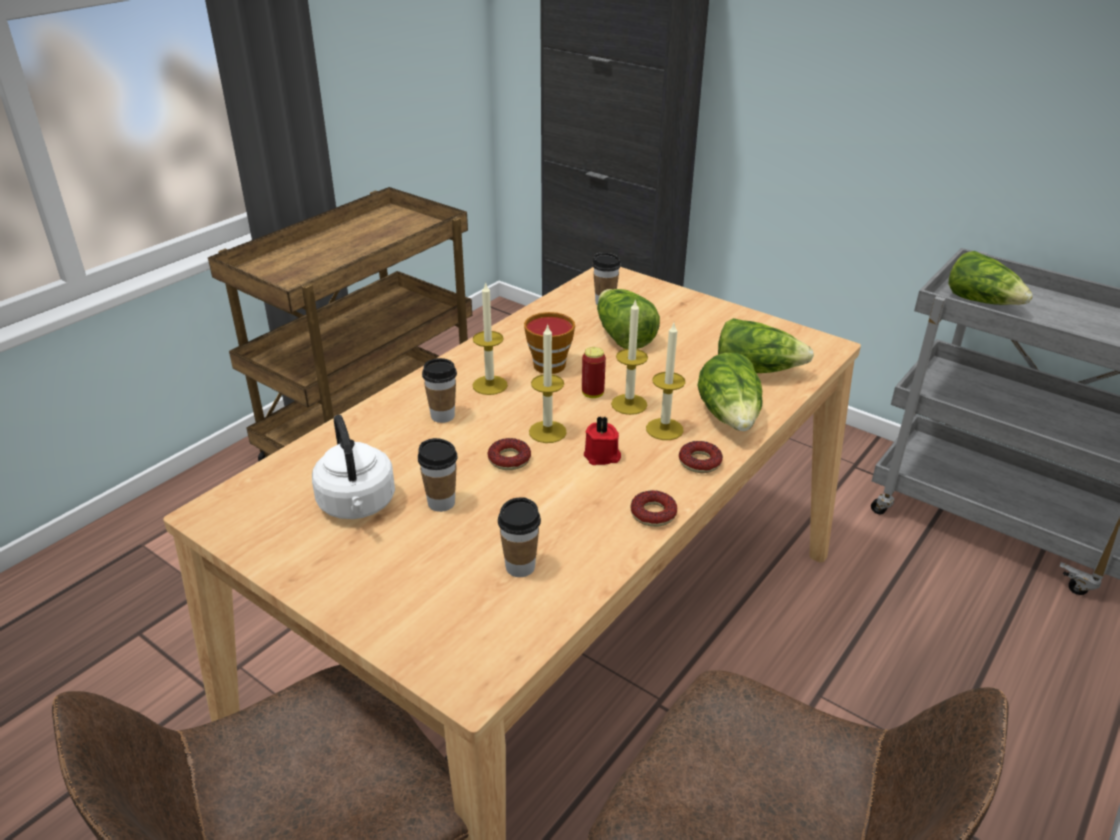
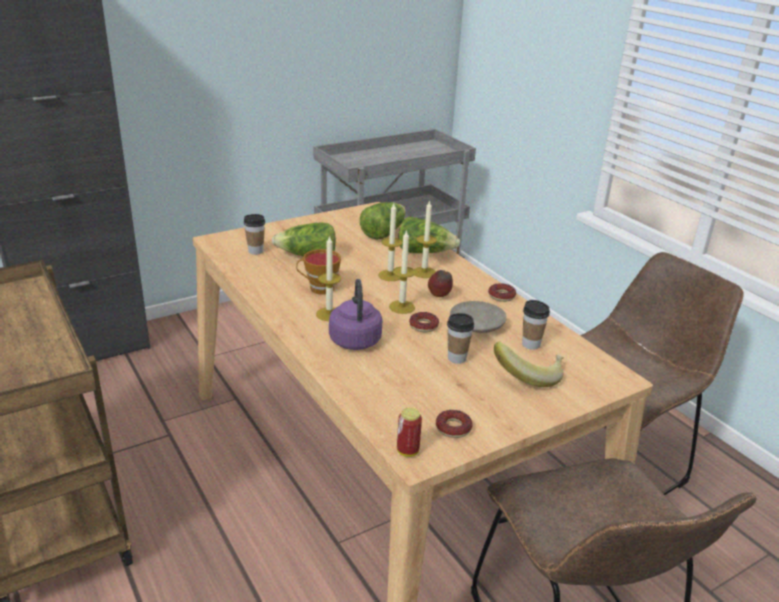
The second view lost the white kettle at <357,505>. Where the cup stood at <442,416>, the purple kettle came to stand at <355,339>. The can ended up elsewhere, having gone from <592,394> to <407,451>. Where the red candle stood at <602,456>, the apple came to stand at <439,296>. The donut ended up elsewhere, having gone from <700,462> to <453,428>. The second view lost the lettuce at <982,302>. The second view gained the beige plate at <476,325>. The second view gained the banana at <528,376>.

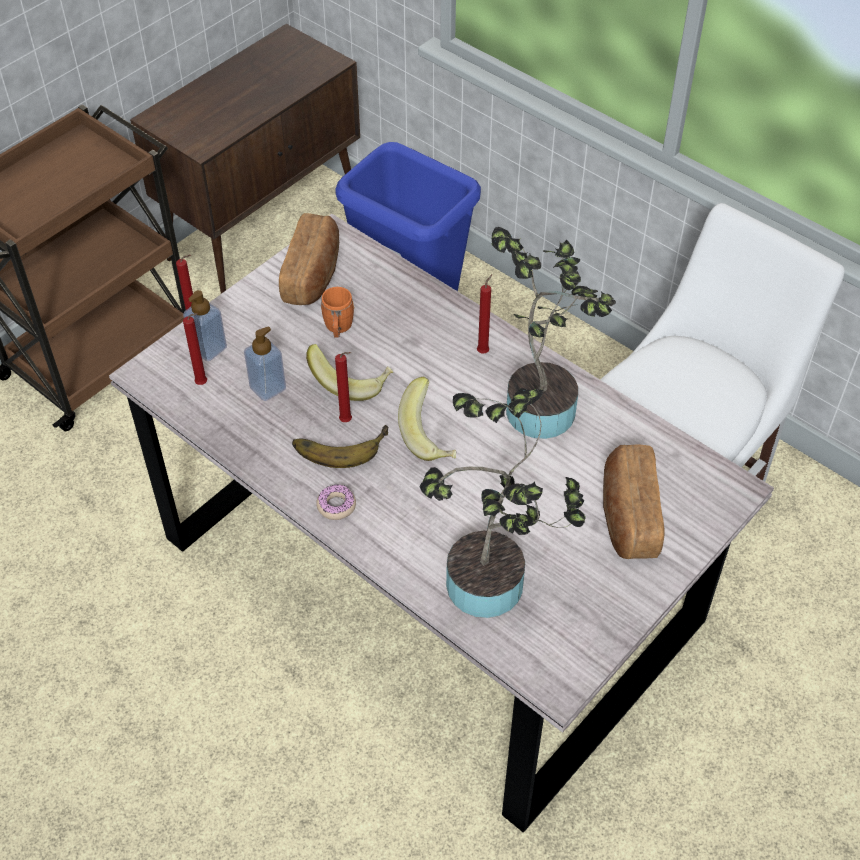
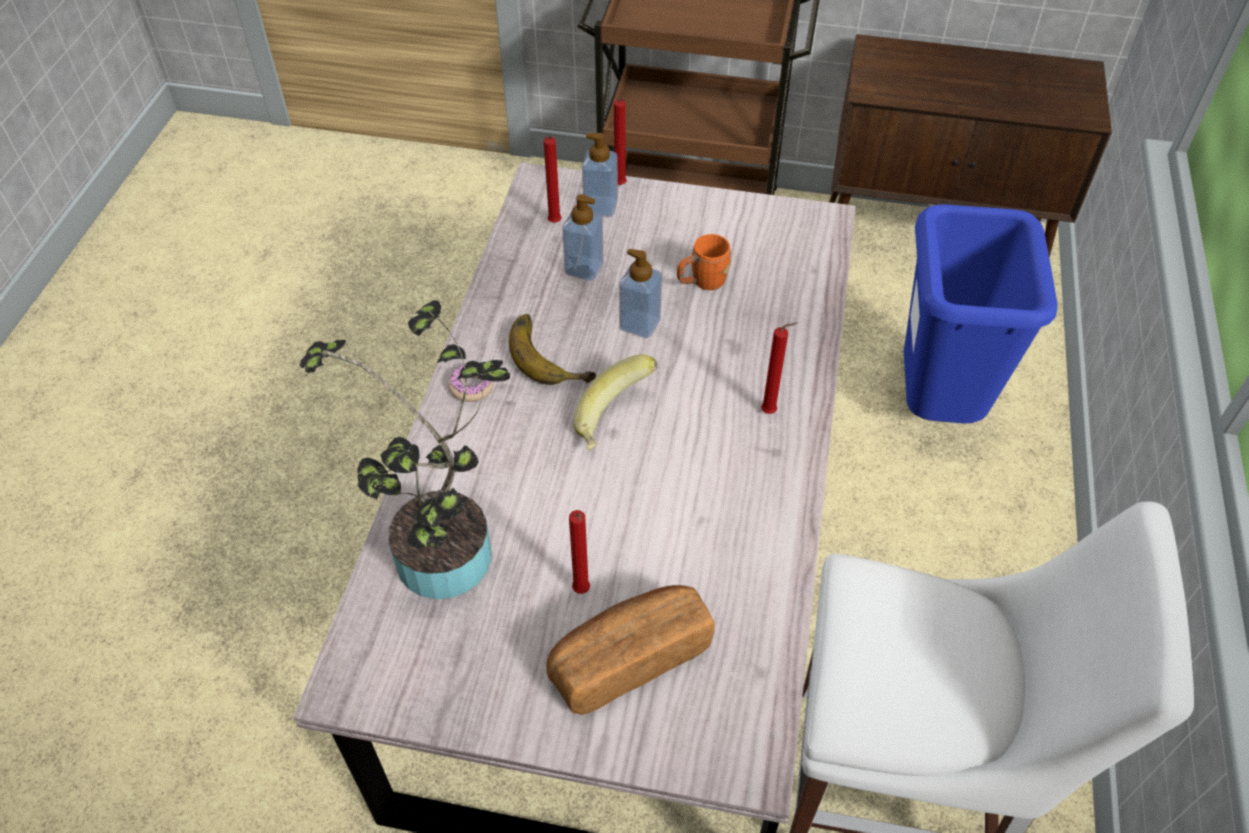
The second view lost the bread at <313,274>. Where the banana stood at <351,382>, the soap dispenser came to stand at <639,324>. The red candle ended up elsewhere, having gone from <347,421> to <581,592>. The second view lost the potted plant at <541,404>.

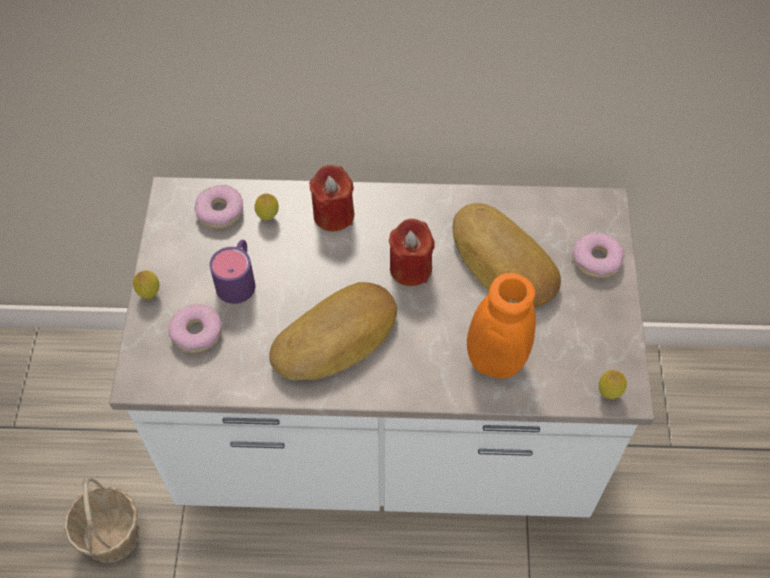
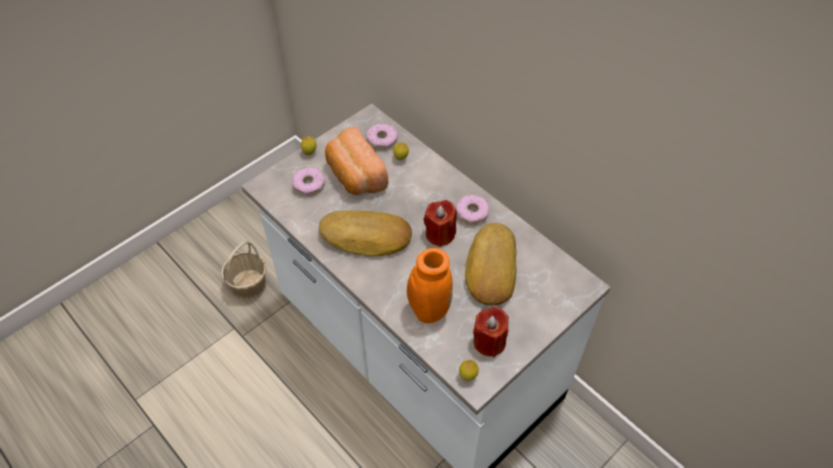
Where the purple mug stood at <238,279>, the bread came to stand at <354,176>. The red candle ended up elsewhere, having gone from <333,214> to <489,342>. The donut ended up elsewhere, having gone from <596,260> to <471,213>.

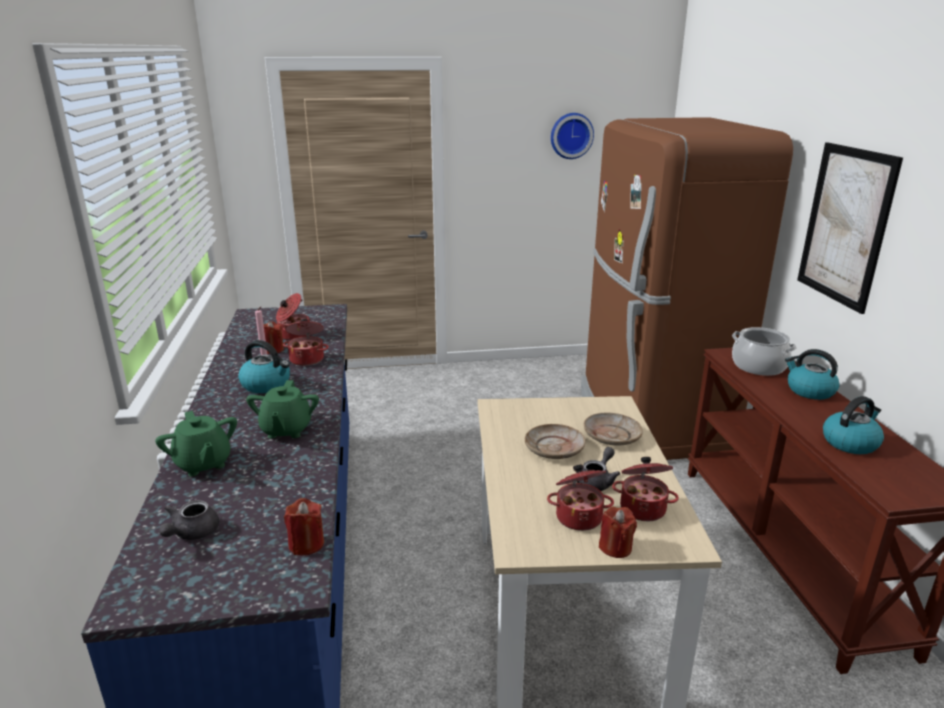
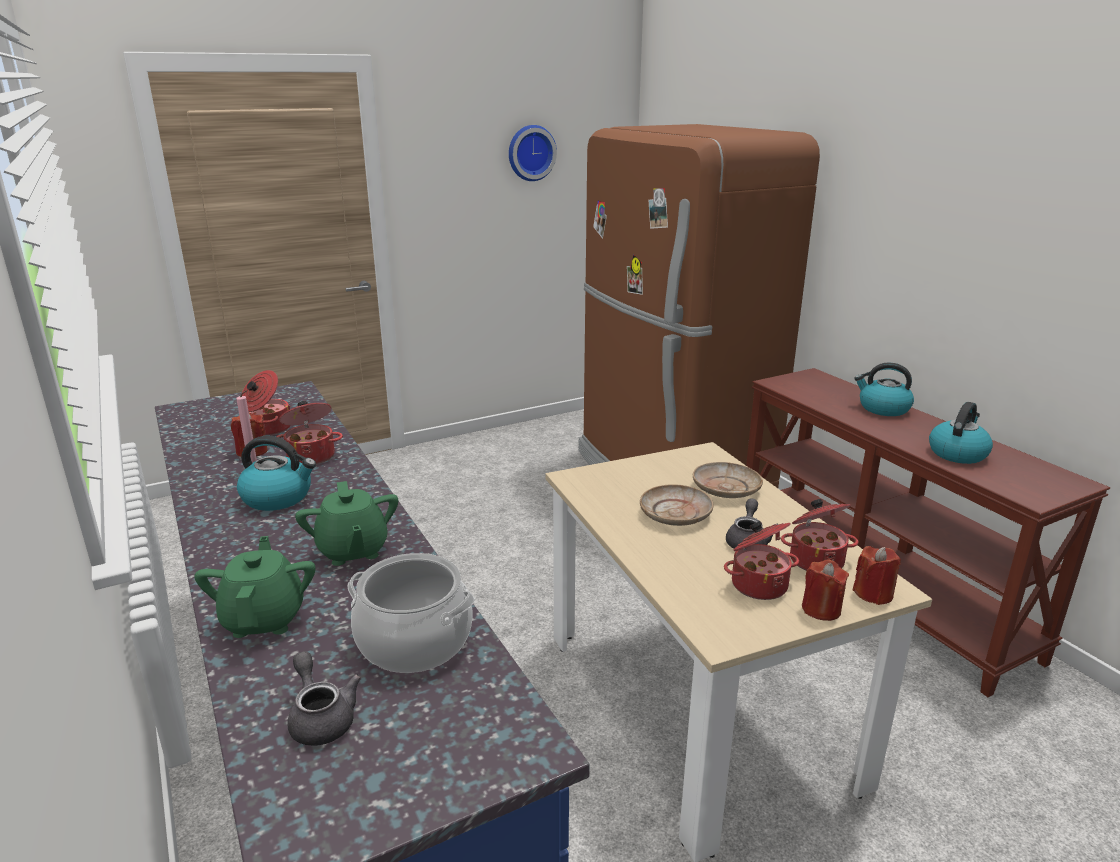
The green teapot at <203,464> ended up facing another way, 135 degrees counterclockwise from before. The grey teapot at <191,533> ended up facing another way, 150 degrees clockwise from before. The red candle ended up elsewhere, having gone from <306,544> to <873,593>. The cooking pot ended up elsewhere, having gone from <758,366> to <414,641>. The second view lost the picture at <845,225>.

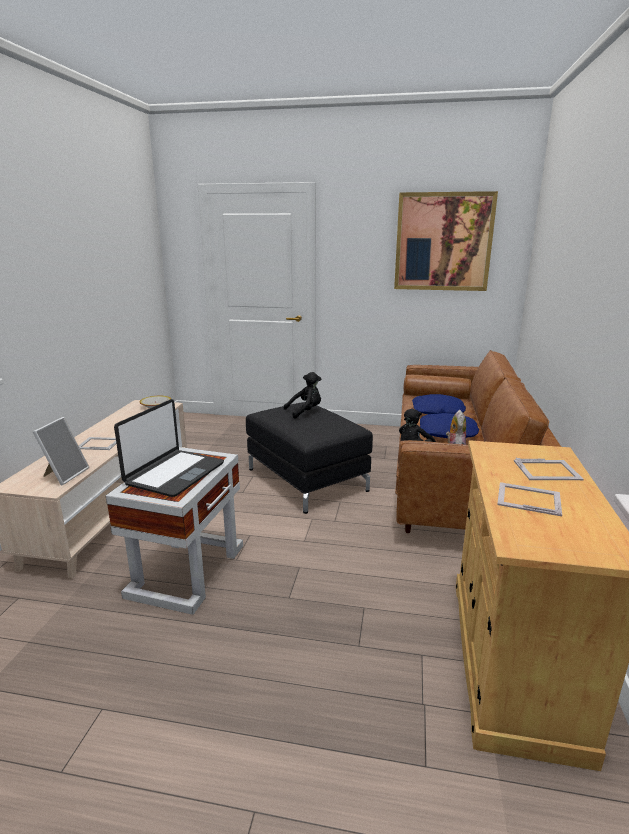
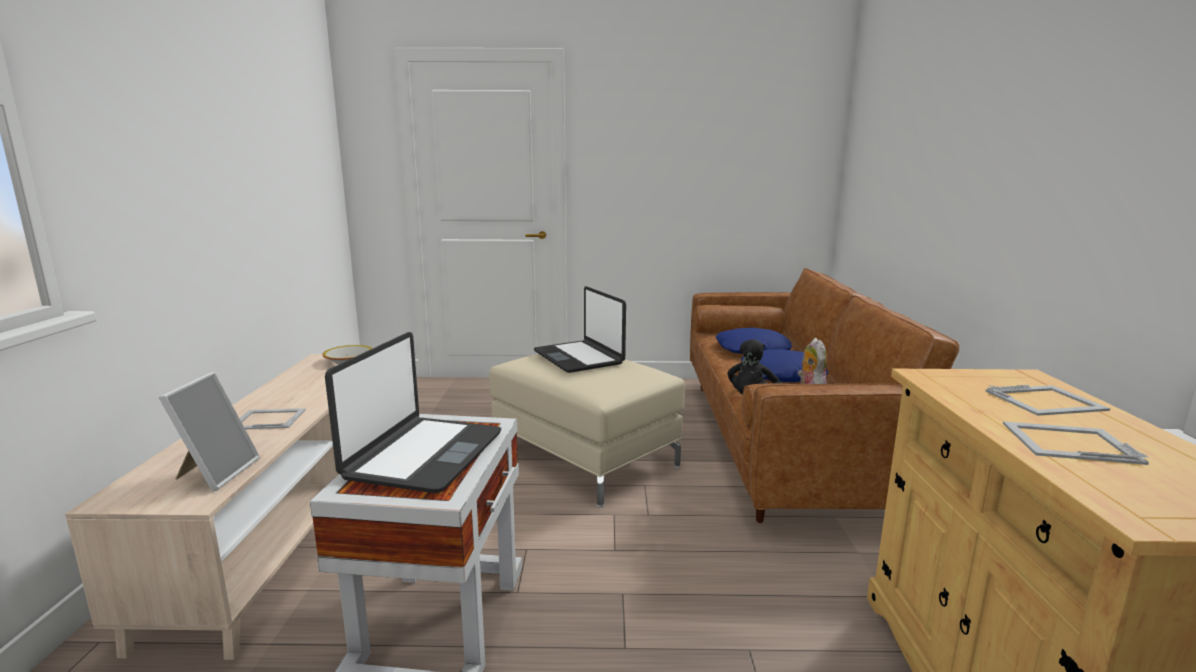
What was the black ottoman at <307,479> turned into the beige ottoman at <585,457>. Where the black plush toy stood at <305,411>, the laptop came to stand at <579,357>. The second view lost the picture at <443,242>.

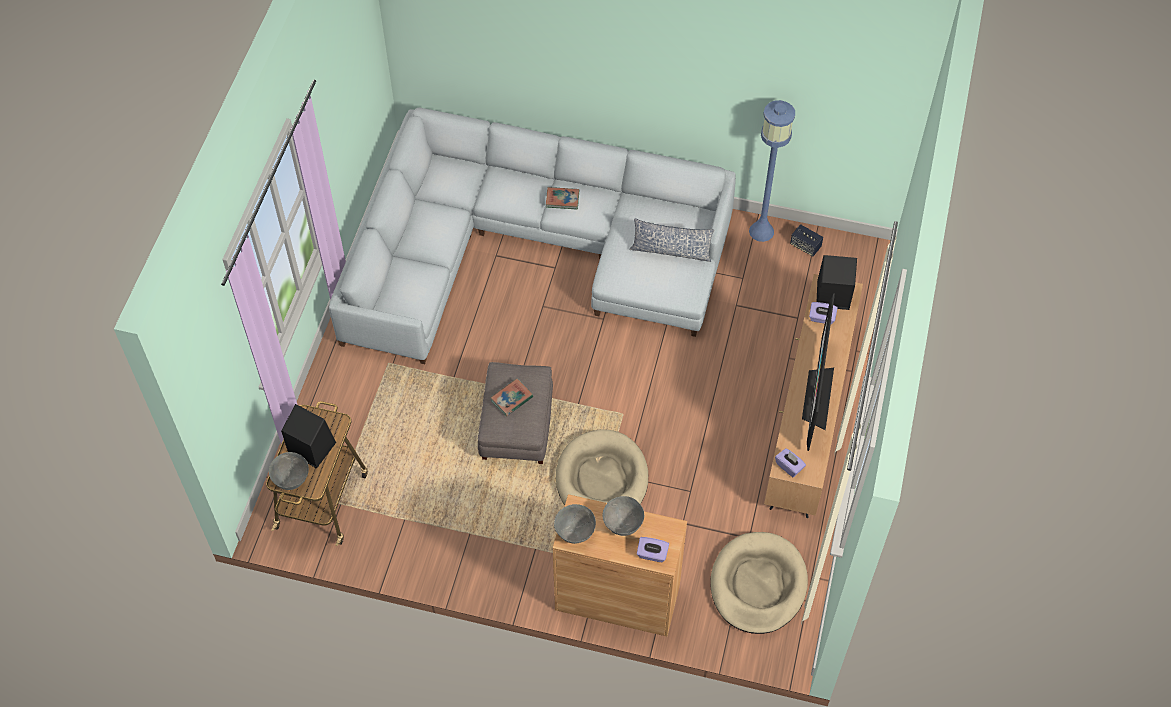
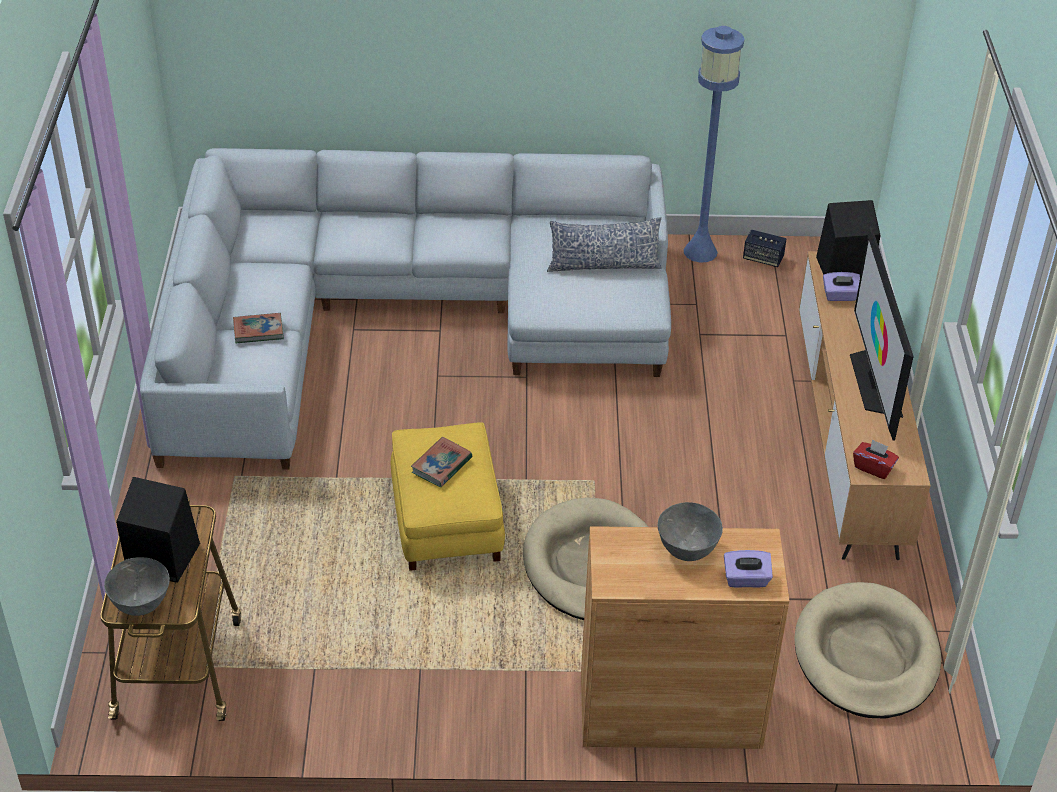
What was the grey ottoman at <516,426> turned into the yellow ottoman at <446,521>. The book ended up elsewhere, having gone from <562,199> to <258,331>. The second view lost the grey bowl at <574,532>. What was the purple tissue box at <789,466> turned into the red tissue box at <873,467>.

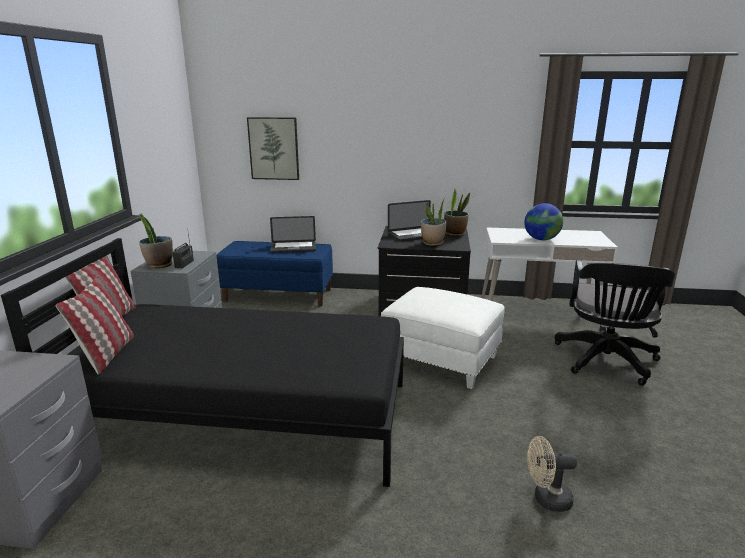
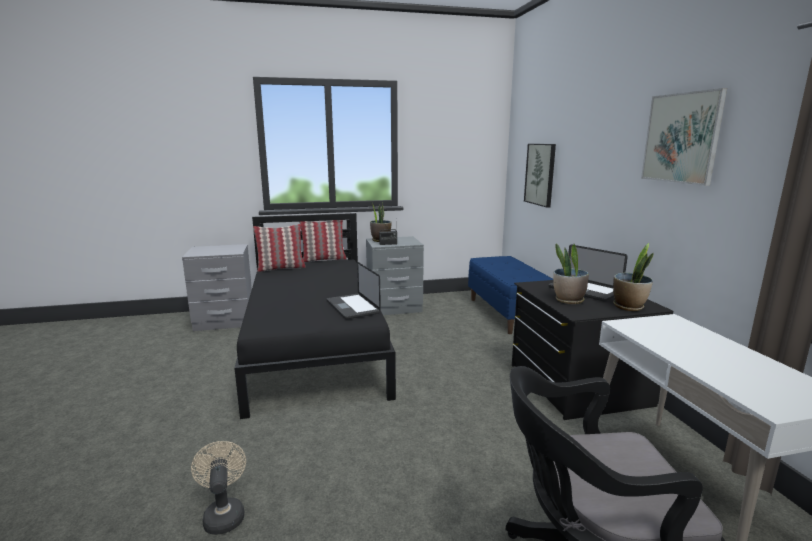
The laptop ended up elsewhere, having gone from <293,248> to <352,307>. The second view lost the white ottoman at <442,360>. The second view lost the globe at <541,239>. The second view gained the picture at <681,138>.

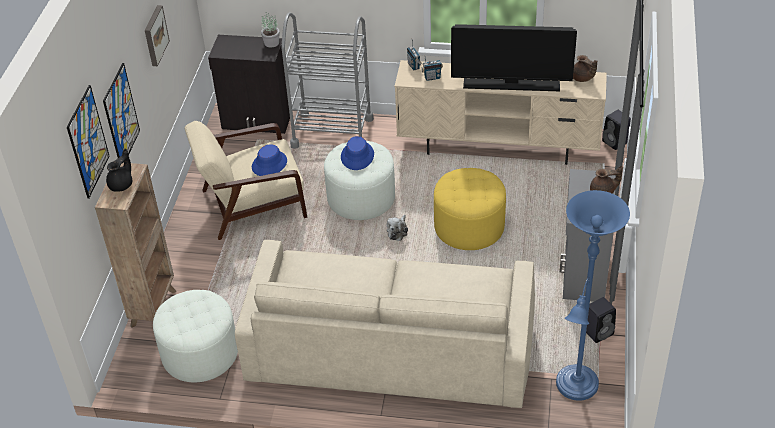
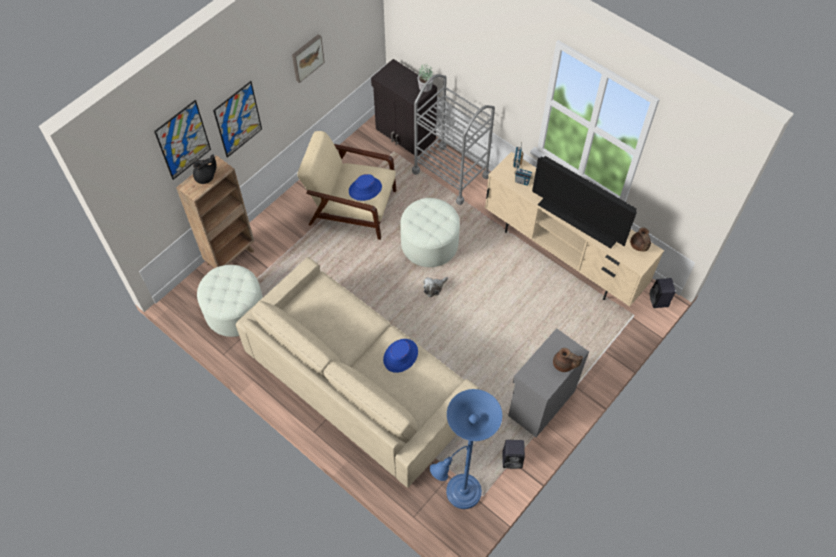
The blue hat ended up elsewhere, having gone from <357,156> to <400,356>. The second view lost the yellow ottoman at <469,226>.

